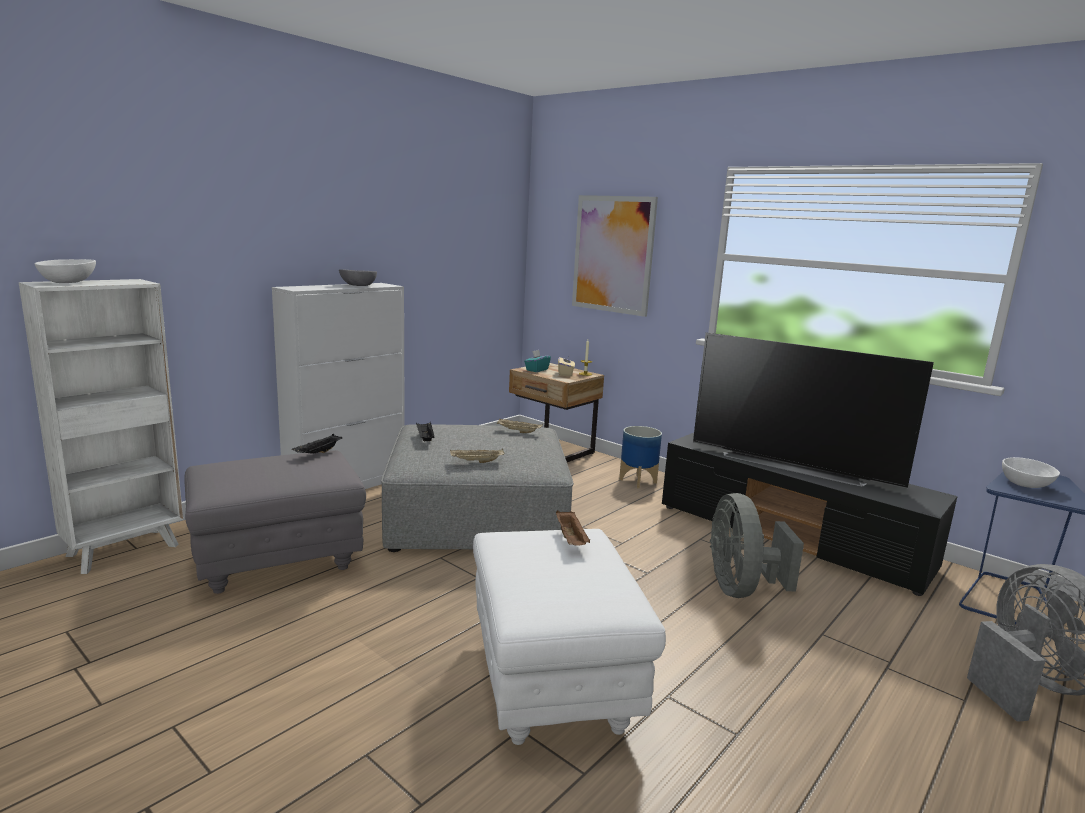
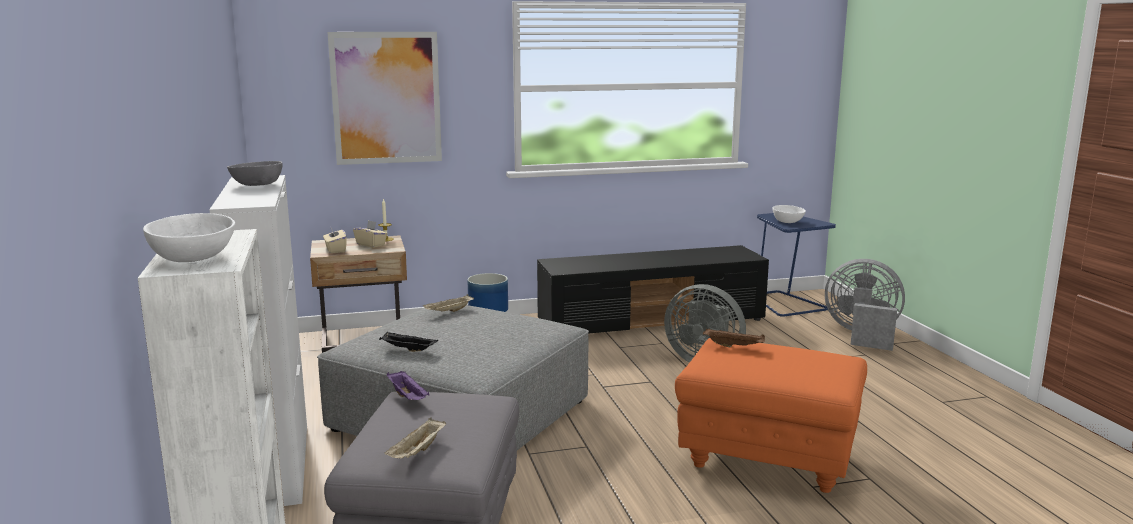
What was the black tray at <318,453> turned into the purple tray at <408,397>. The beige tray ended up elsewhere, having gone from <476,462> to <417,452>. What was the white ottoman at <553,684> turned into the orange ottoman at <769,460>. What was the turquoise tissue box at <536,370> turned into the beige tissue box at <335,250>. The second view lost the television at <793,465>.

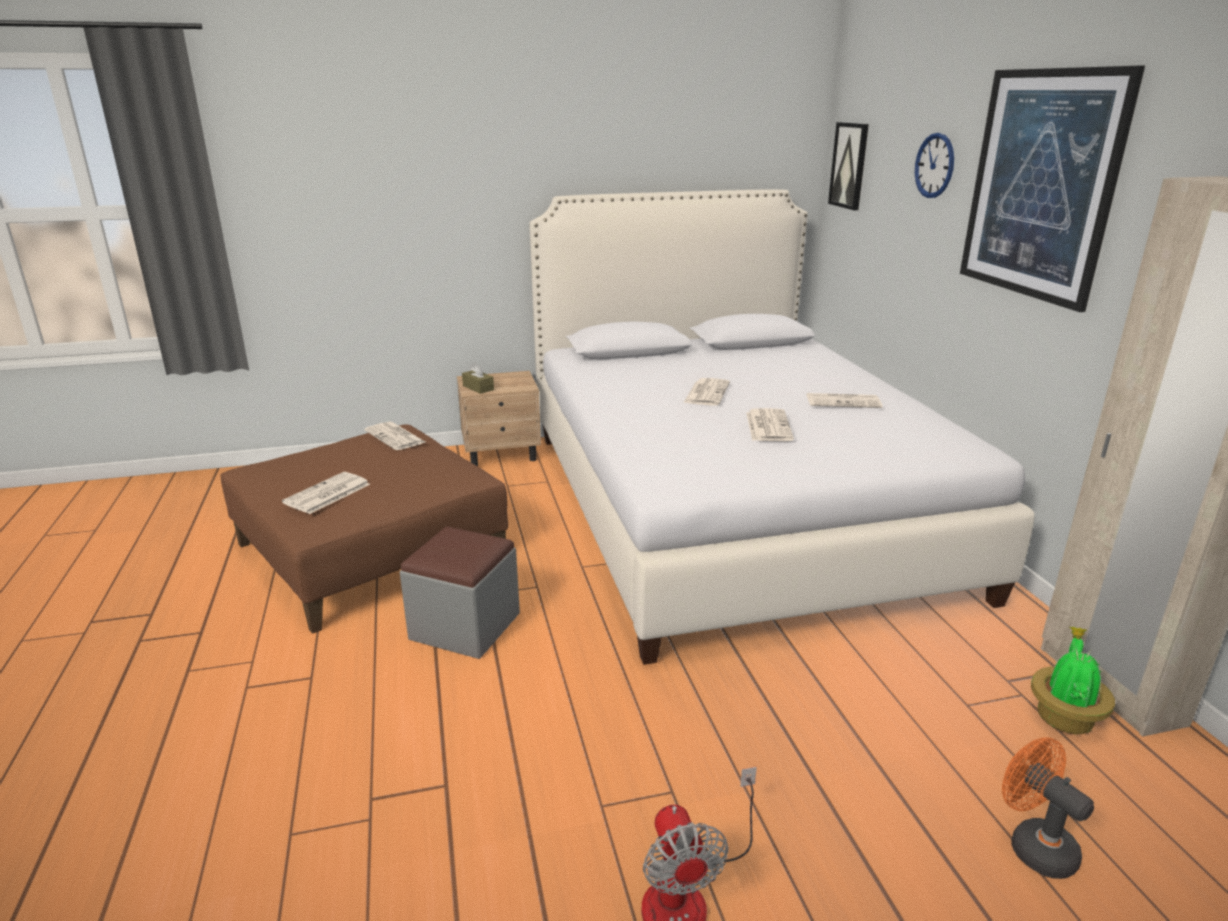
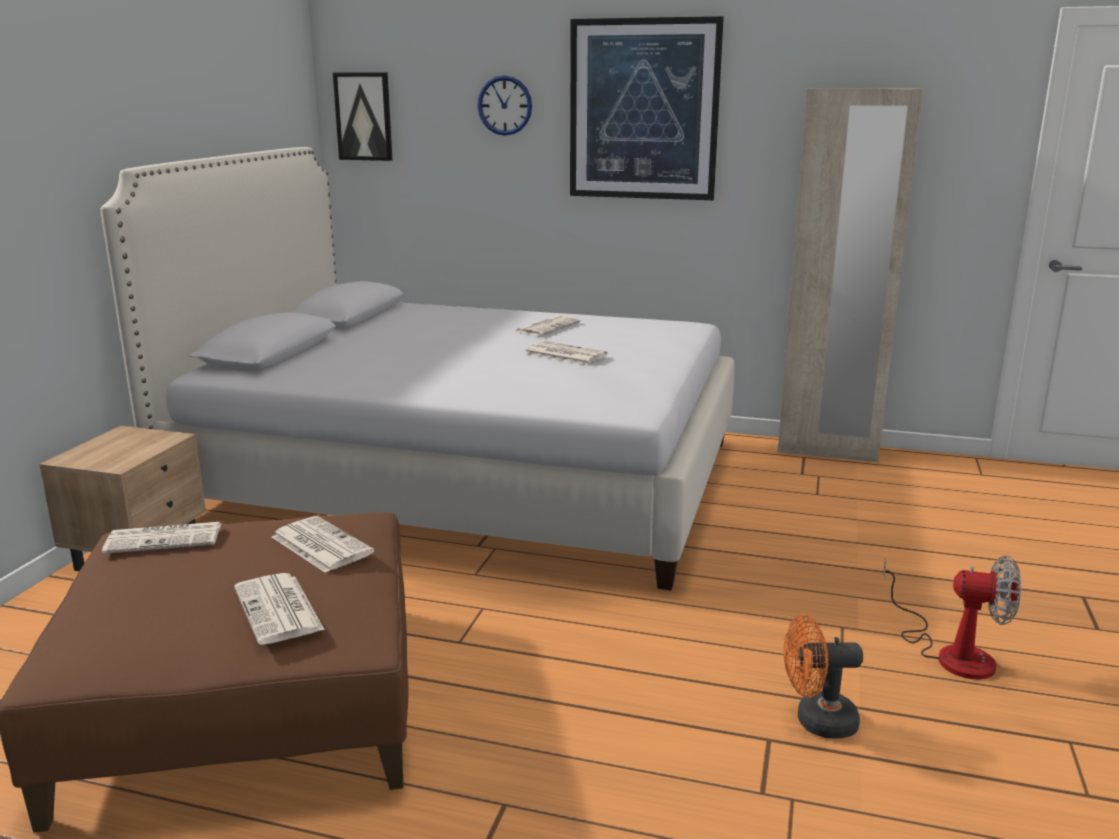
The second view lost the grey ottoman at <465,626>. The second view lost the brown tissue box at <478,388>. The newspaper ended up elsewhere, having gone from <706,392> to <320,545>. The orange fan ended up elsewhere, having gone from <1033,845> to <816,721>. The second view lost the potted plant at <1064,716>.

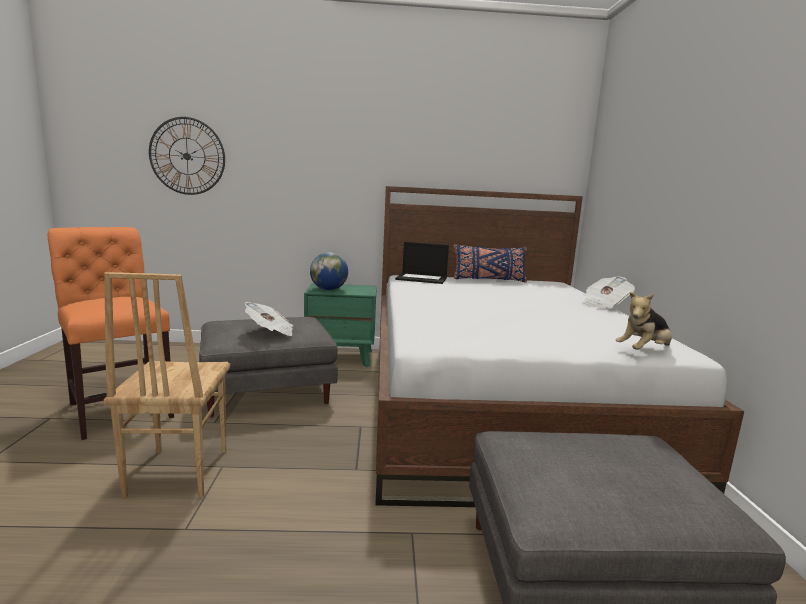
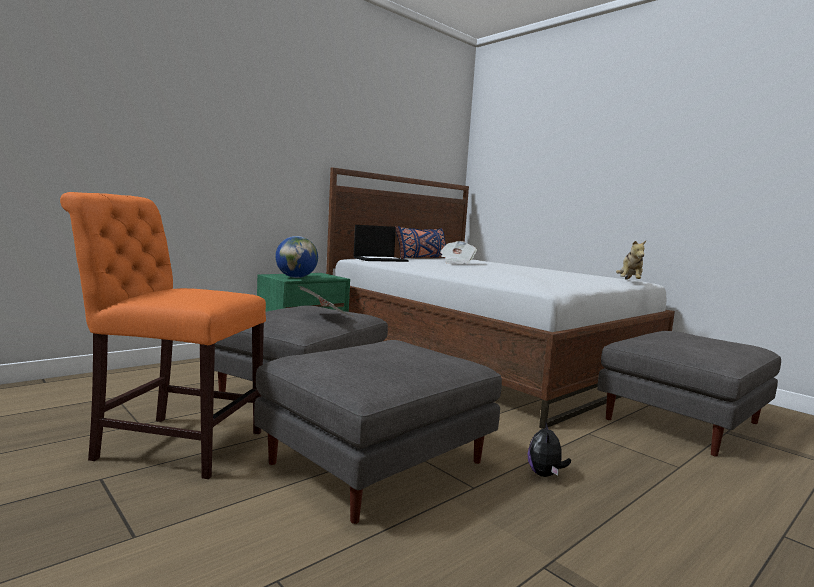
Where the brown chair stood at <176,473>, the grey ottoman came to stand at <376,464>. The second view lost the wall clock at <187,156>. The newspaper ended up elsewhere, having gone from <604,305> to <456,263>. The second view gained the plush toy at <545,475>.

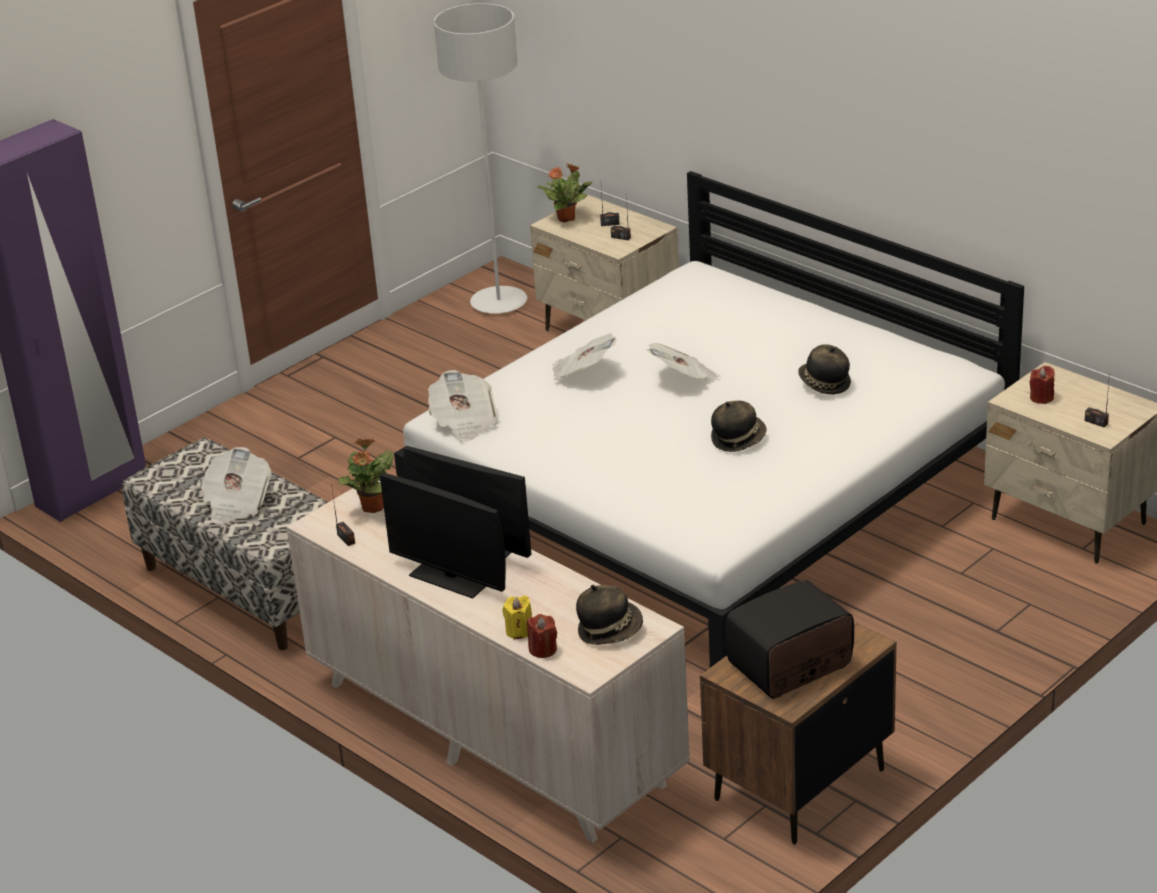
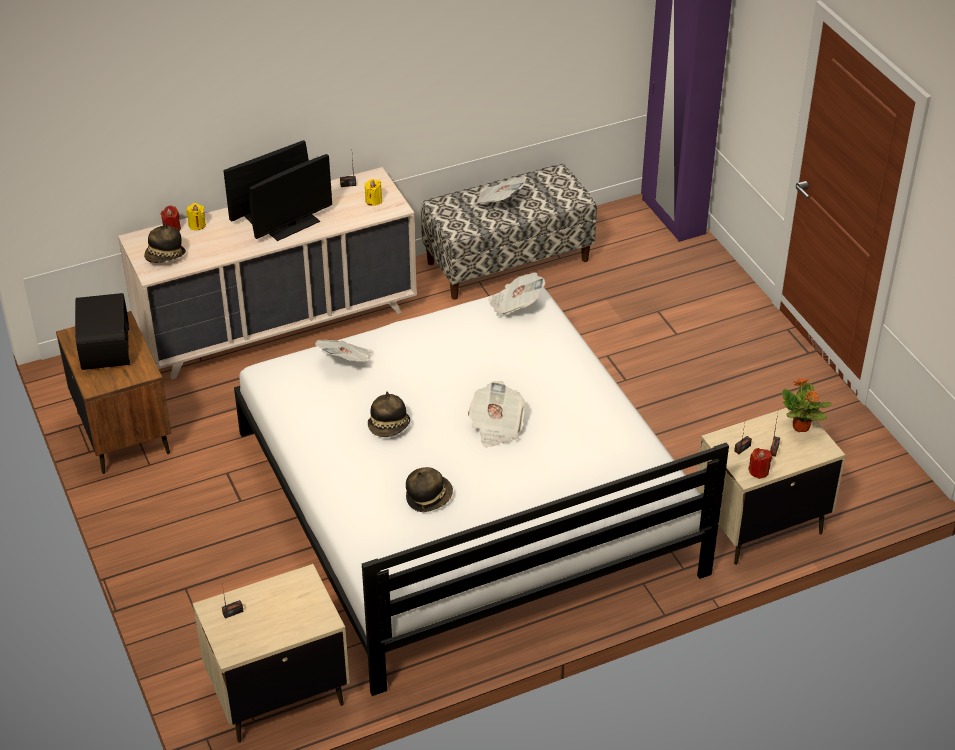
Where the potted plant stood at <372,508>, the yellow candle came to stand at <373,201>. The second view lost the grey floor lamp at <499,303>. The newspaper ended up elsewhere, having gone from <583,372> to <346,361>. The red candle ended up elsewhere, having gone from <1041,398> to <758,471>.

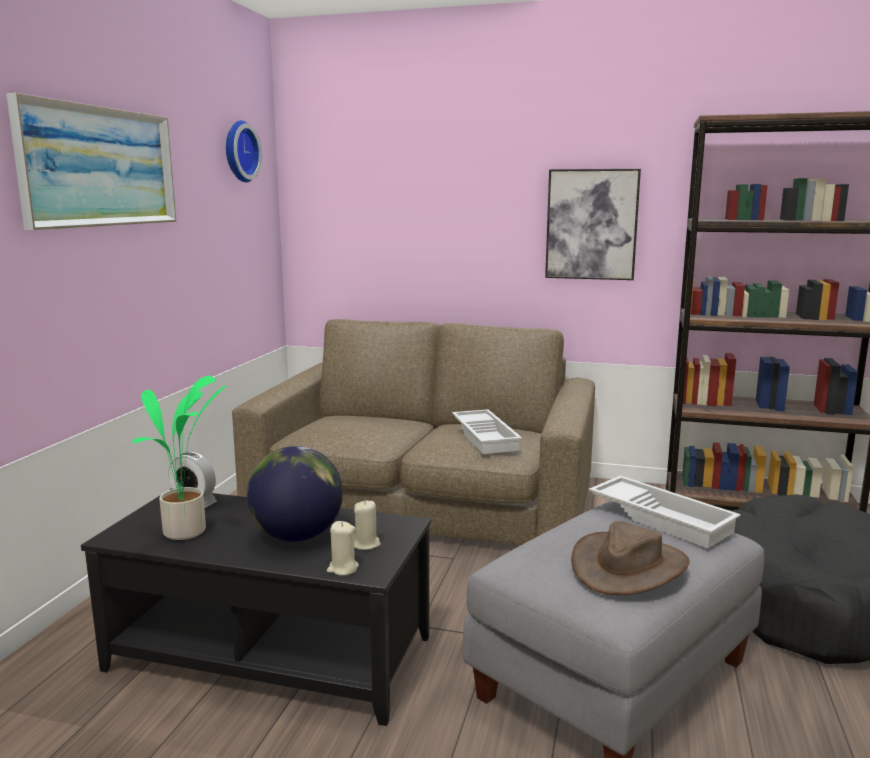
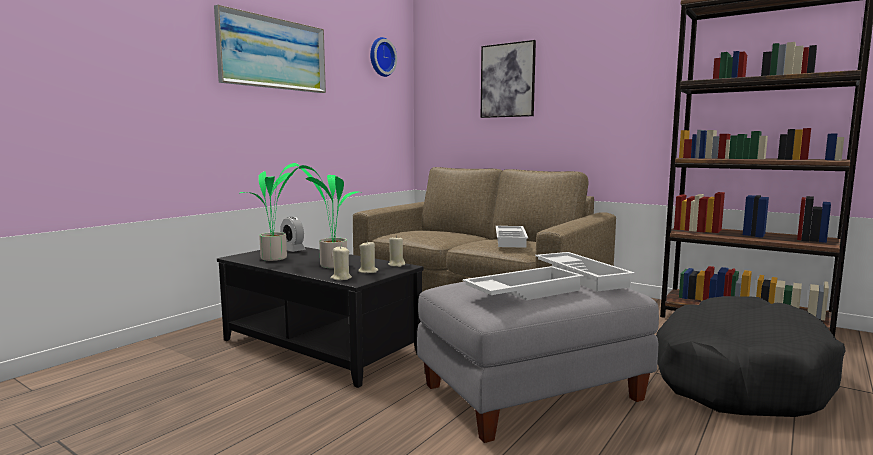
Where the globe stood at <297,537>, the potted plant came to stand at <332,265>. The picture ended up elsewhere, having gone from <591,224> to <507,80>. Where the brown hat stood at <628,566>, the white tray came to stand at <523,292>. The second view gained the beige candle at <396,265>.

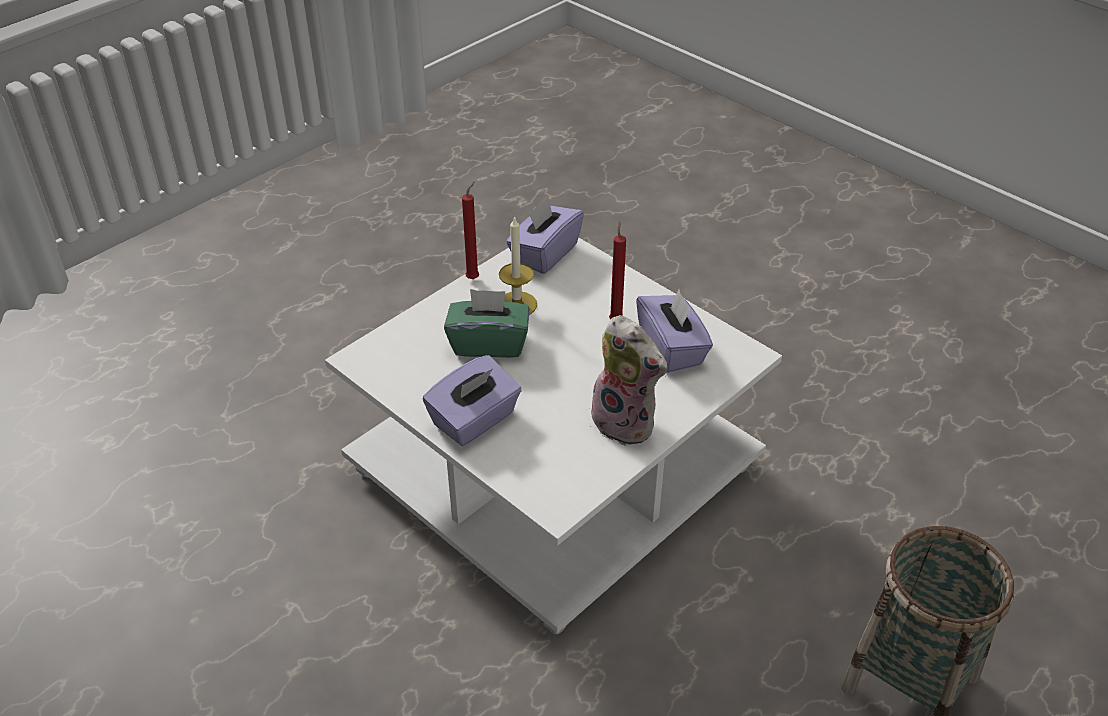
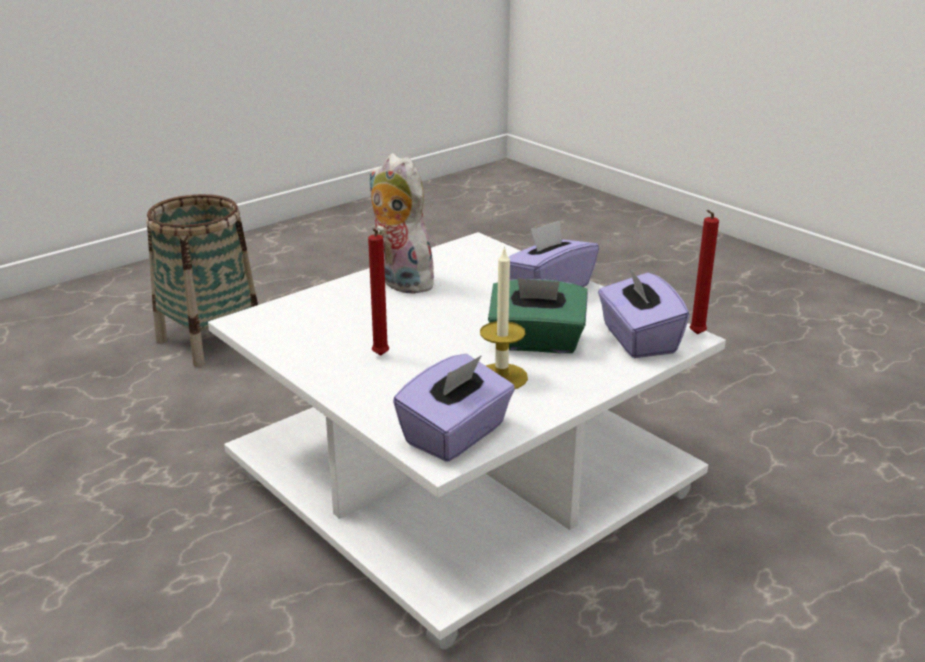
The red candle ended up elsewhere, having gone from <474,278> to <695,335>. The purple tissue box ended up elsewhere, having gone from <672,349> to <638,339>.

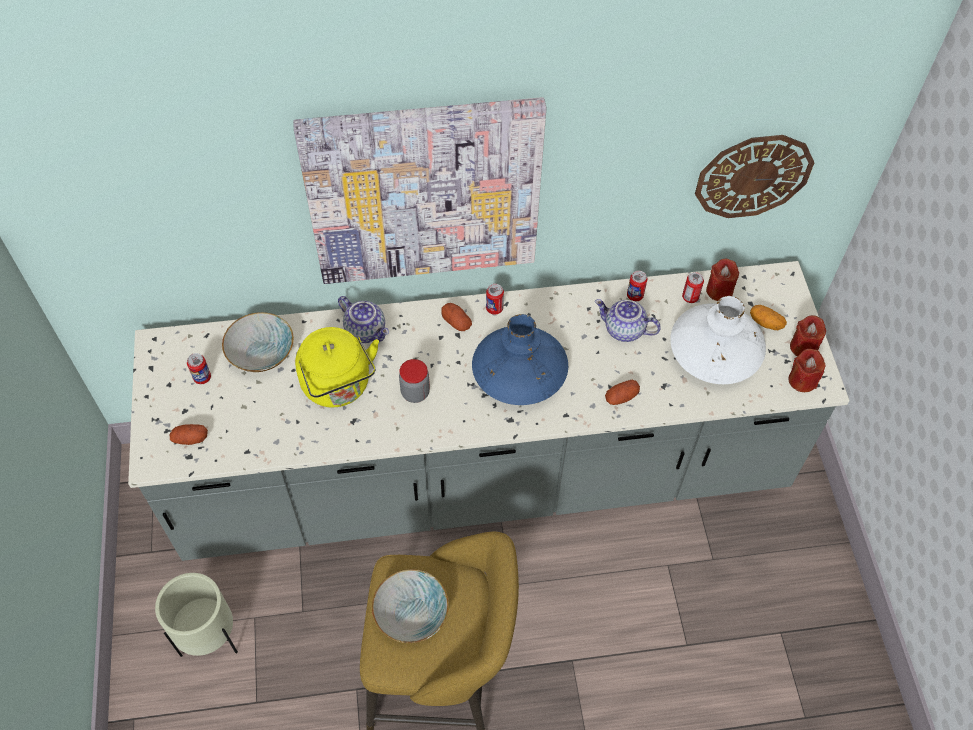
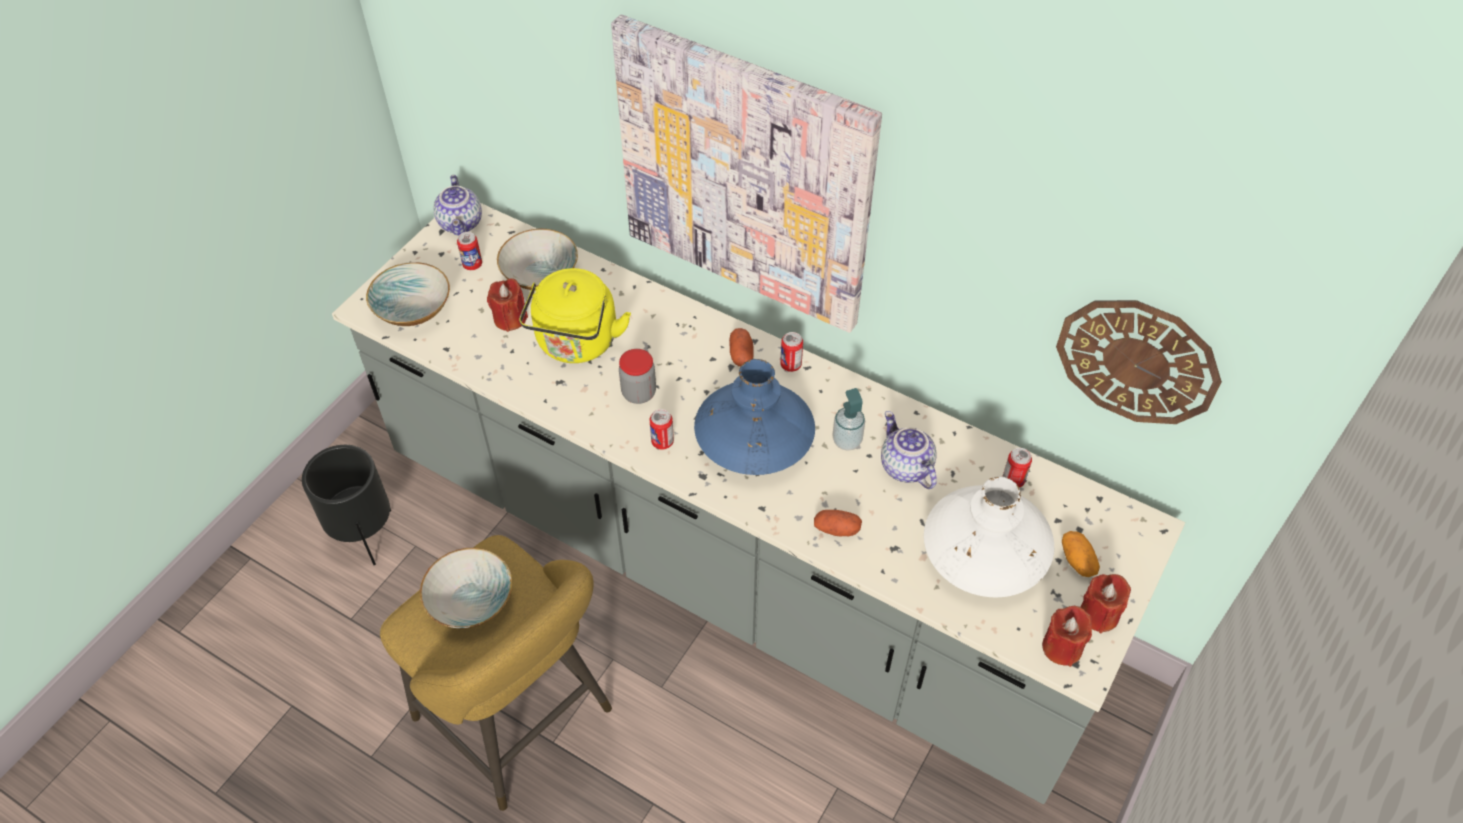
What was the beige planter at <209,638> turned into the black planter at <365,536>. Where the potato stood at <190,439>, the bowl came to stand at <413,308>. The teapot ended up elsewhere, having gone from <366,330> to <462,223>. The can ended up elsewhere, having gone from <635,295> to <662,442>. The red candle ended up elsewhere, having gone from <719,290> to <510,318>. The second view gained the soap dispenser at <847,441>.

